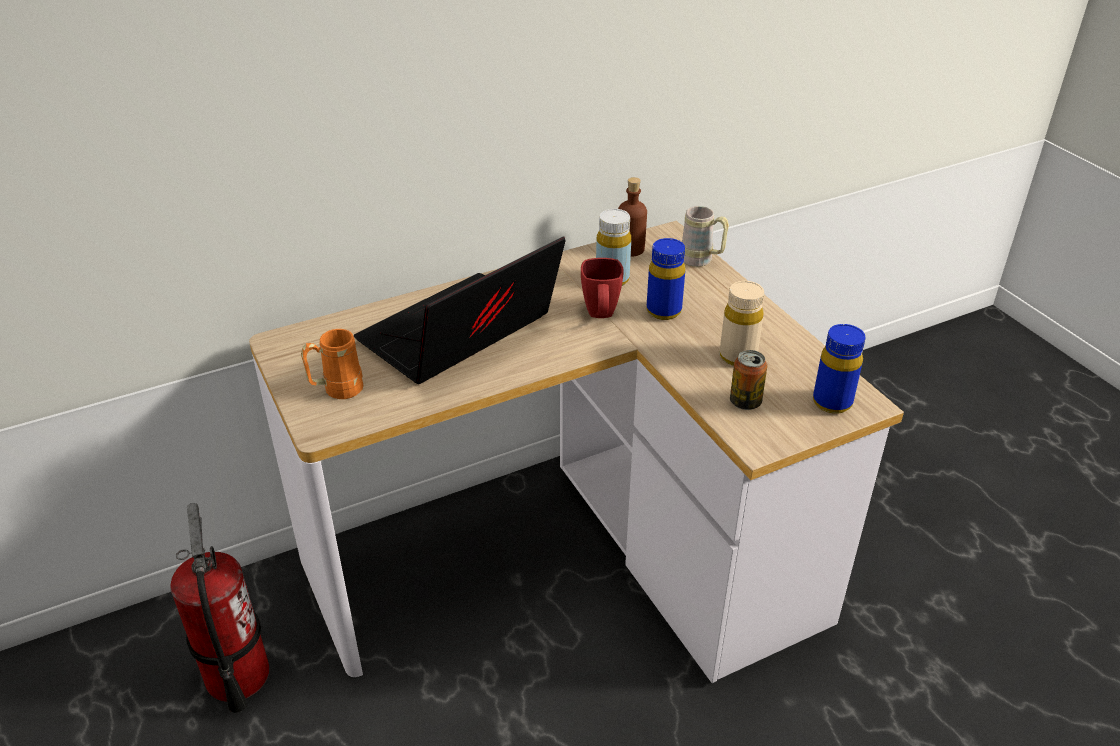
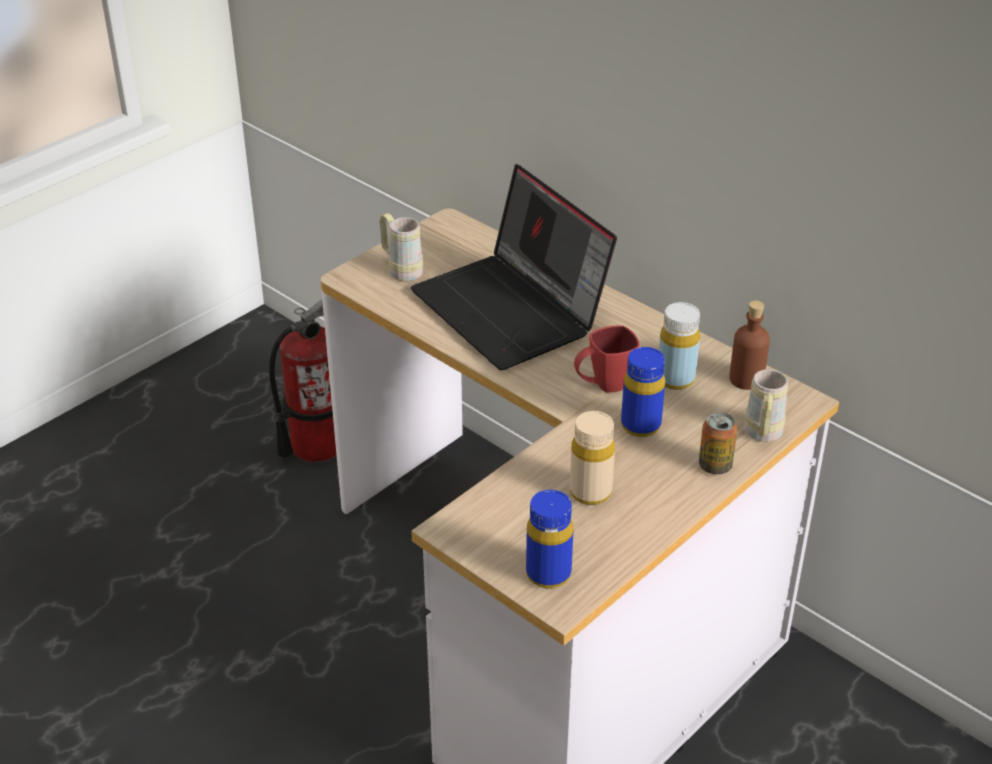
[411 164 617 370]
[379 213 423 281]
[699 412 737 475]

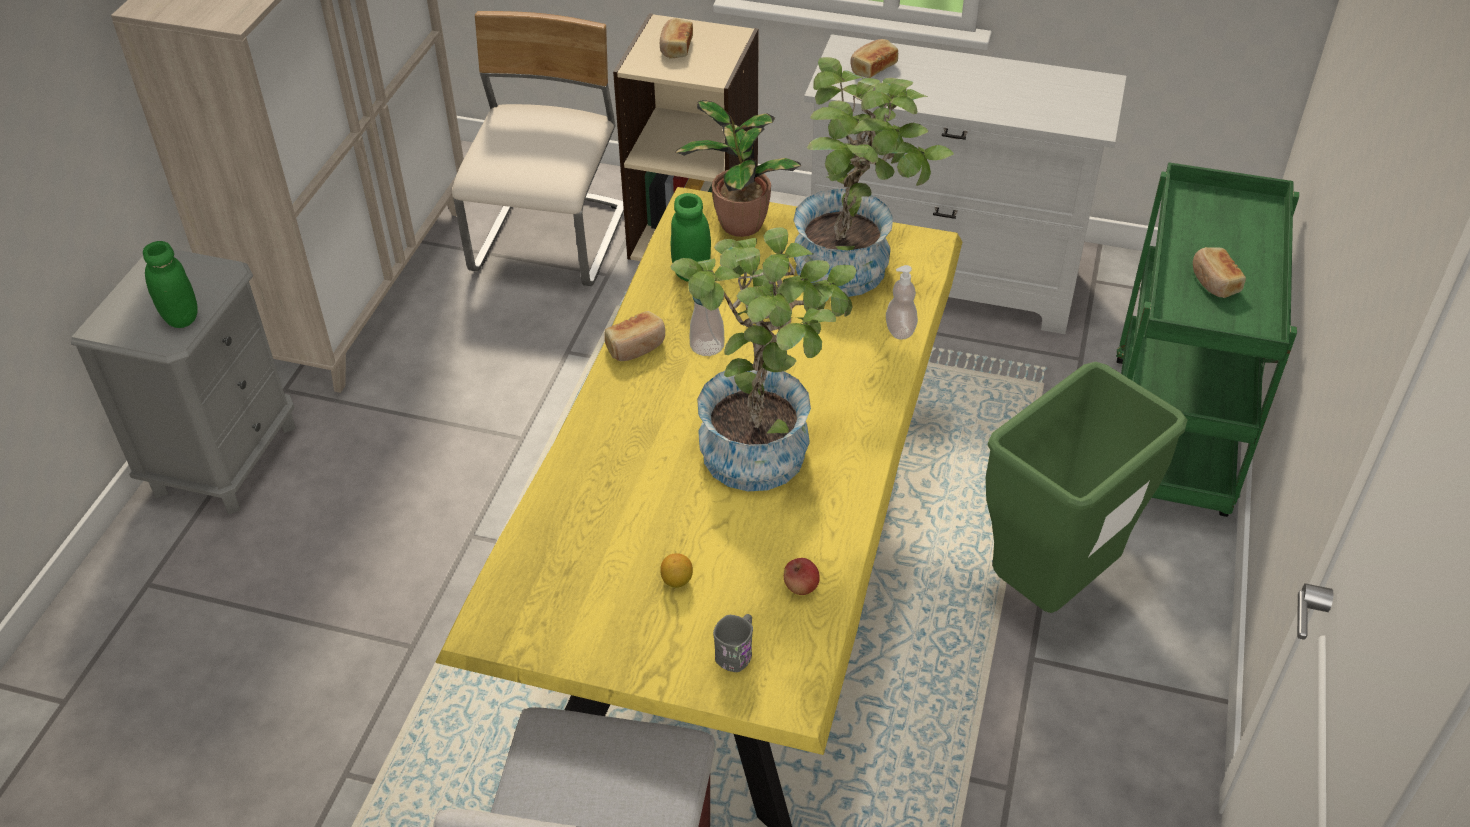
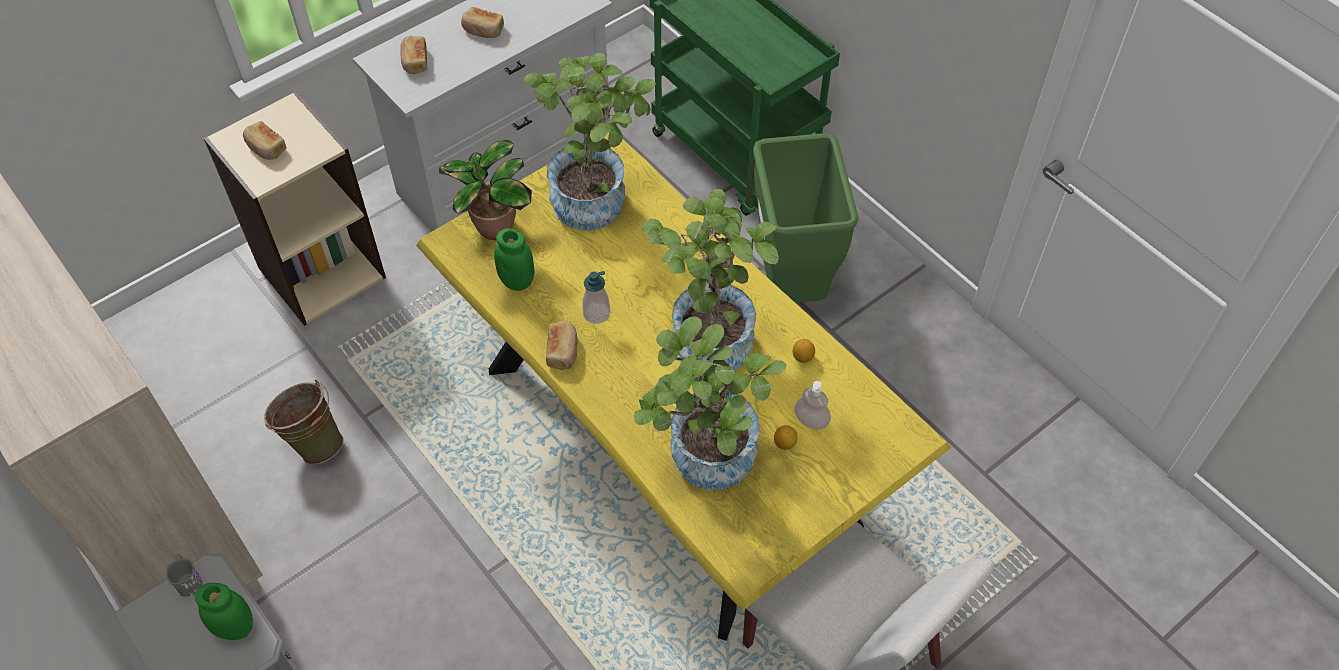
[452 11 624 286] (first image)
[461 7 504 38]
[794 381 831 429]
[784 558 820 595] (first image)
[166 555 202 597]
[634 316 787 490]
[793 339 815 363]
[264 380 344 465]

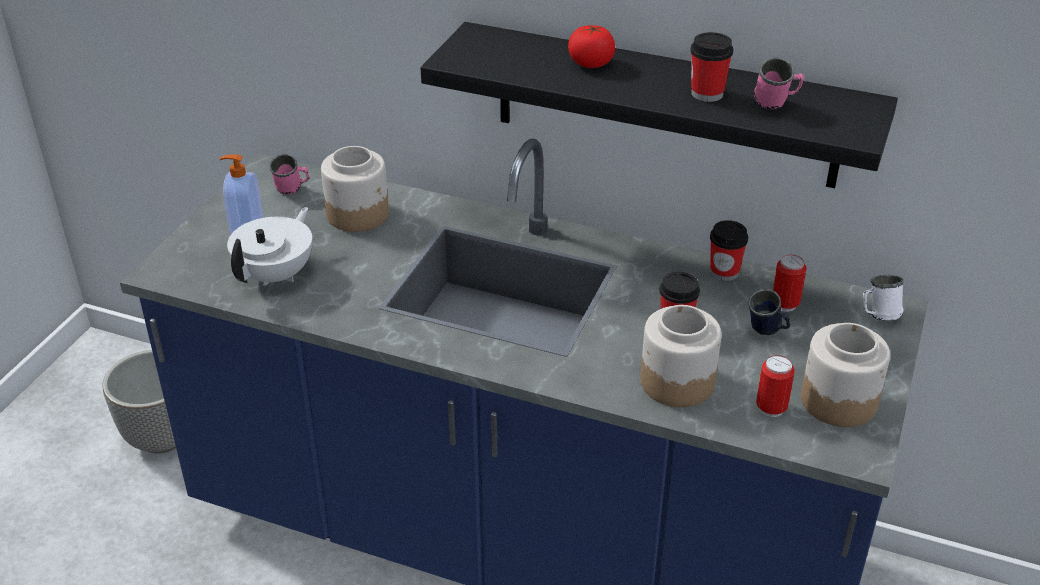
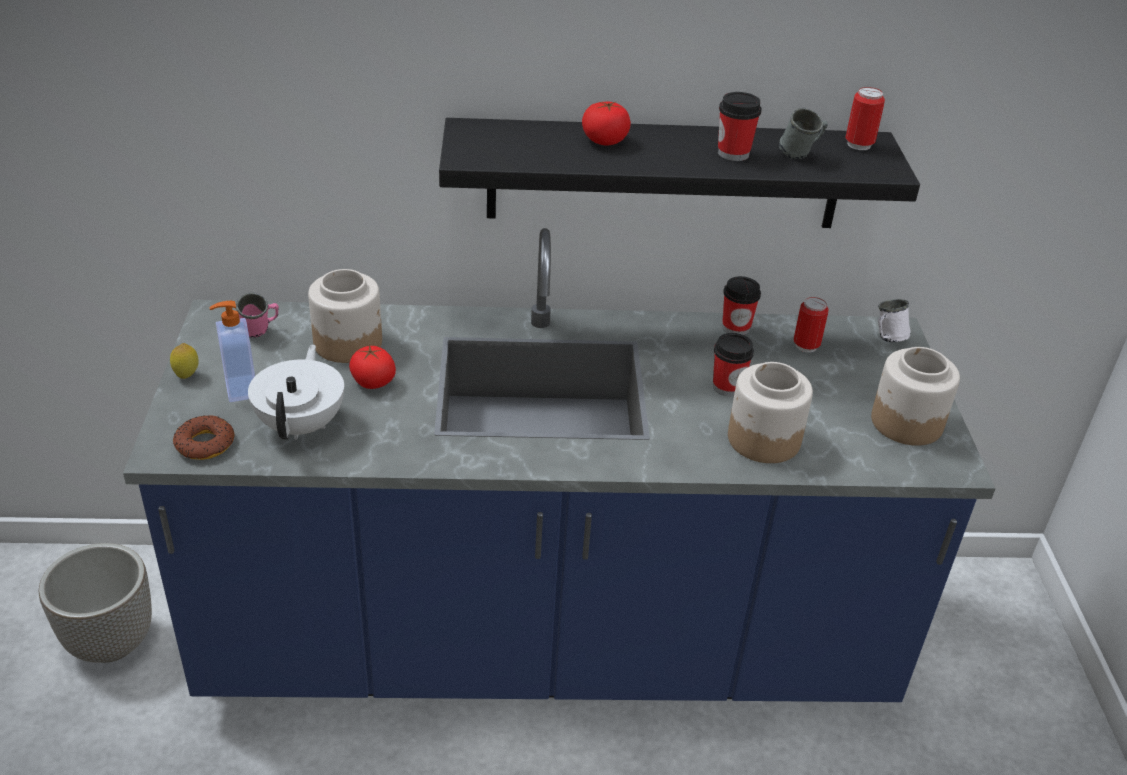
[779 108 828 159]
[748 289 790 335] (first image)
[845 87 885 150]
[170 343 199 379]
[349 344 396 389]
[173 415 235 460]

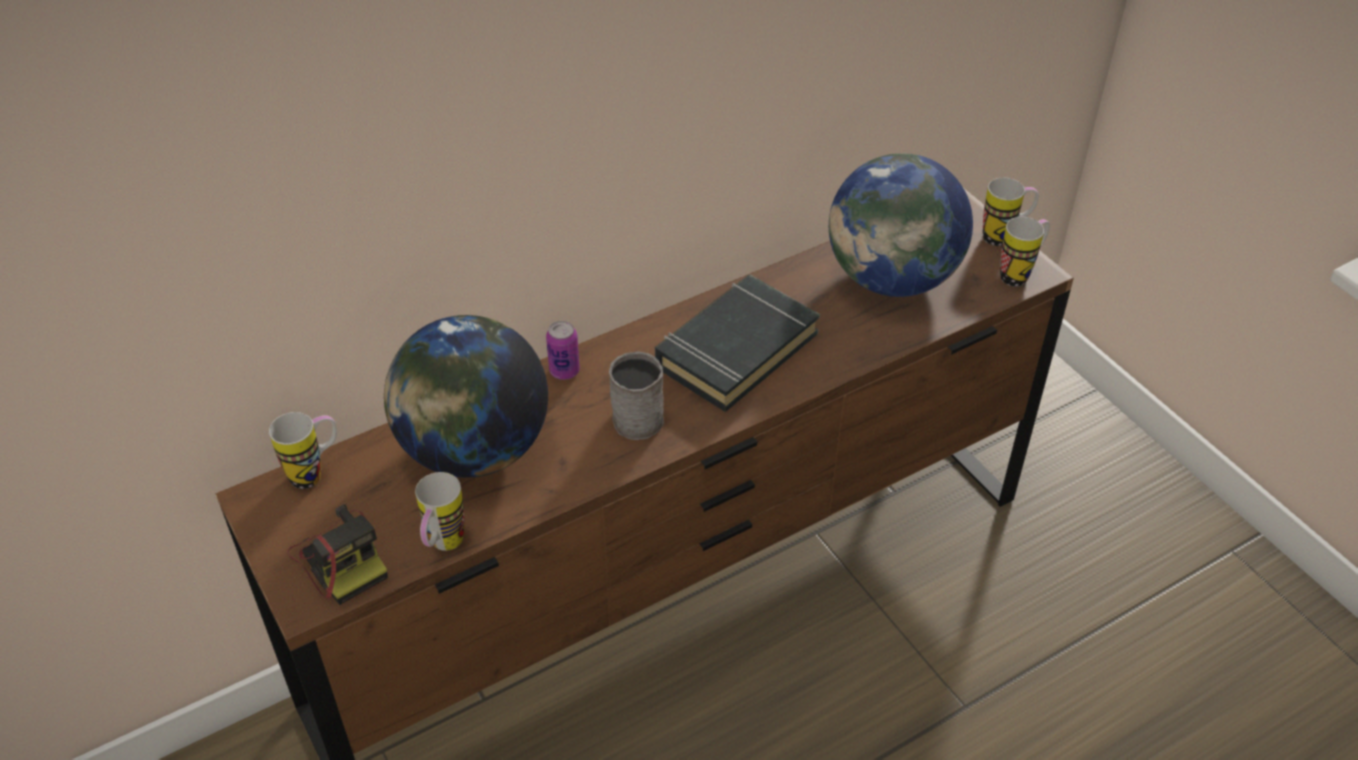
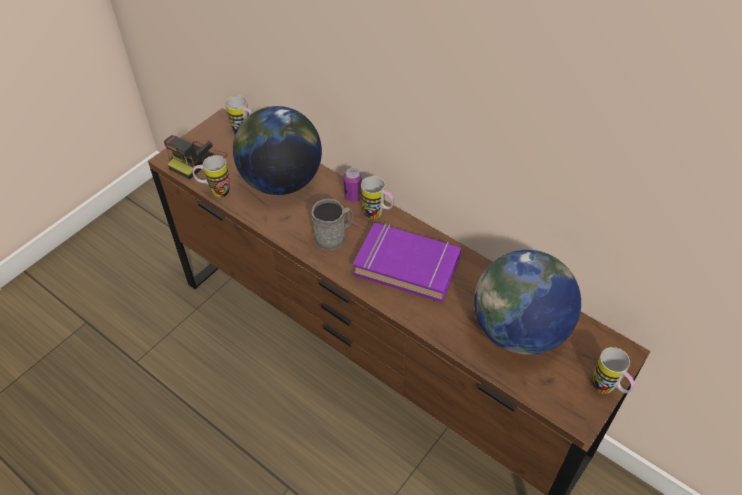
[361 176 394 219]
[353 223 461 303]

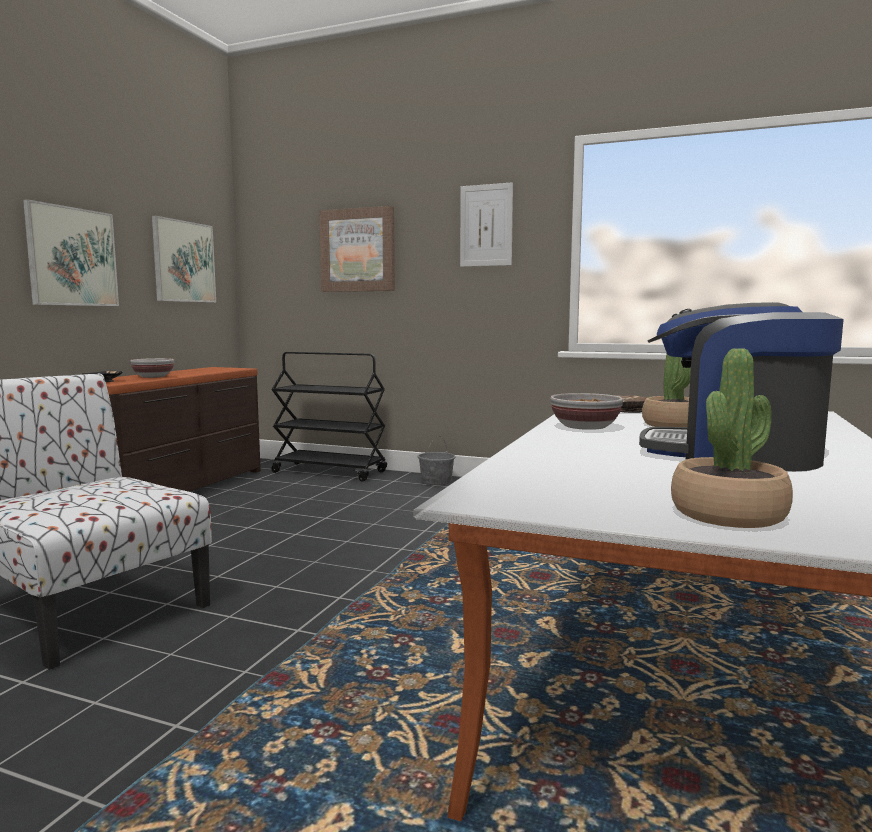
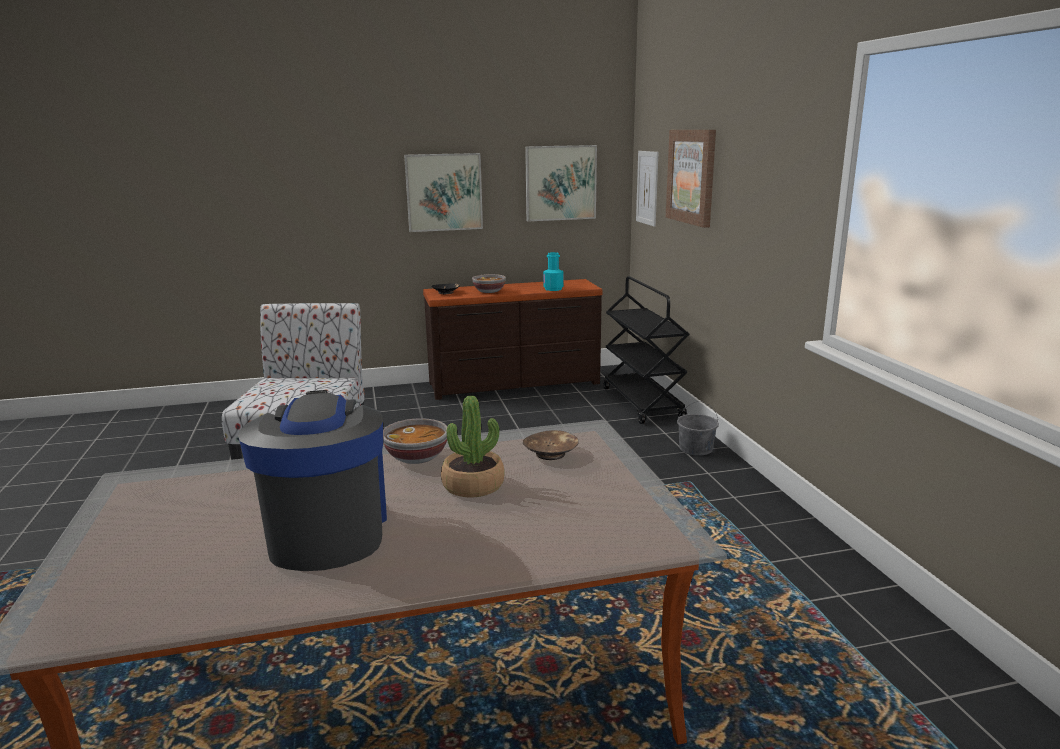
[636 151 659 227]
[671 348 793 528] (first image)
[543 252 564 291]

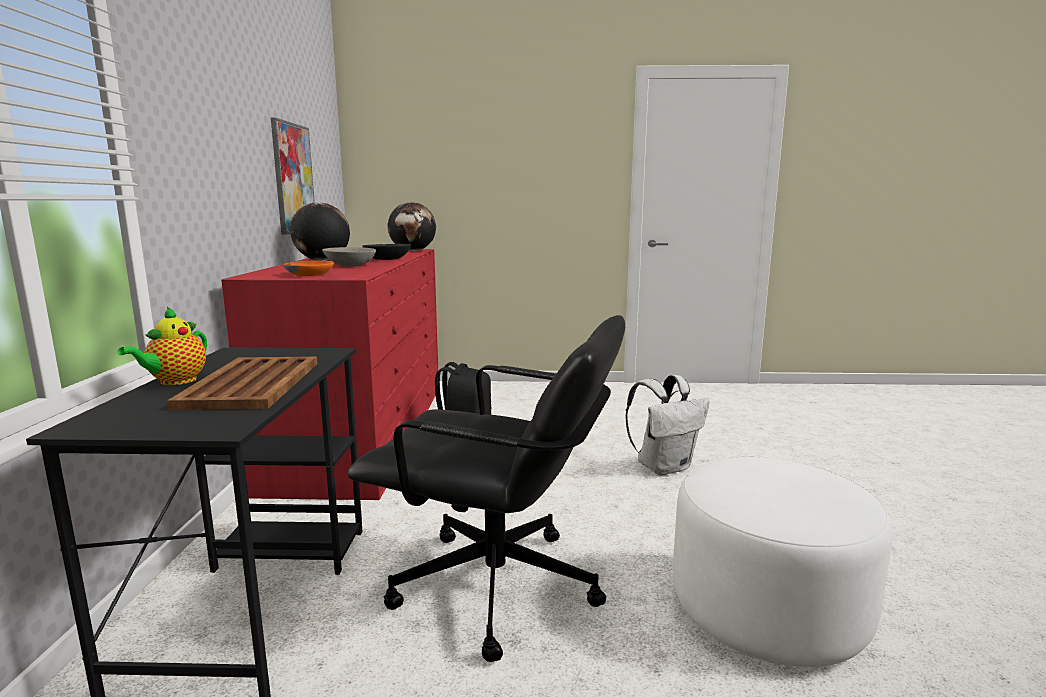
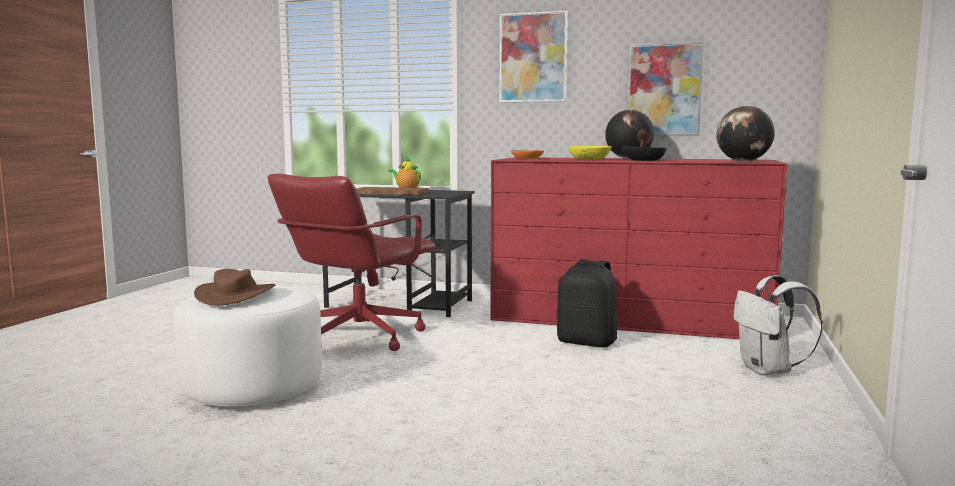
[568 146 612 160]
[268 173 435 351]
[734 275 823 375]
[499 11 568 102]
[194 269 275 306]

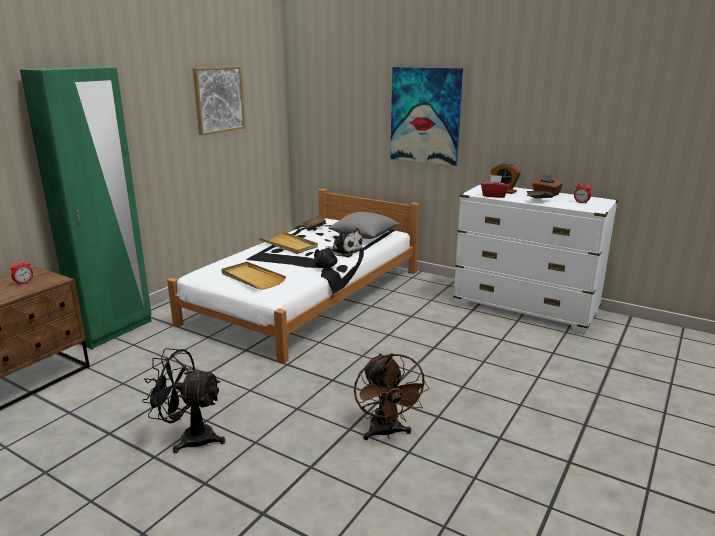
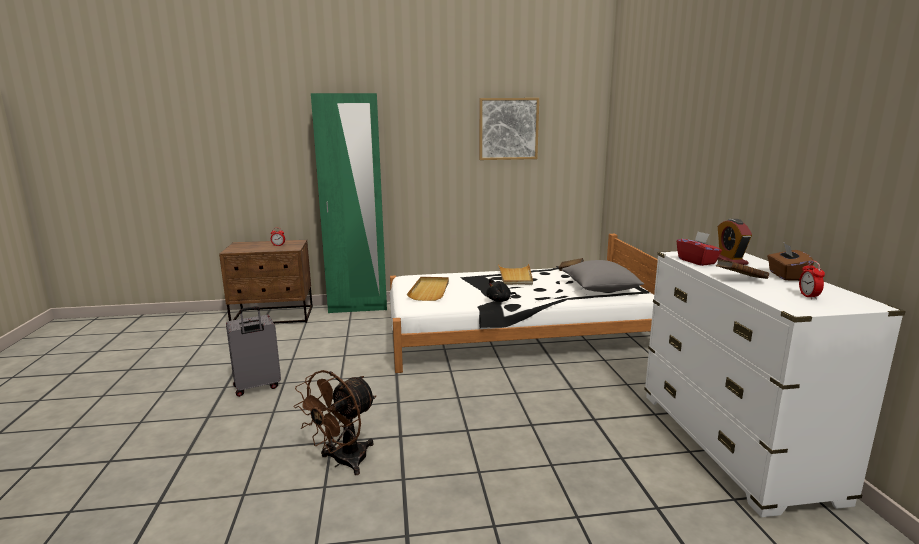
[390 67 463 166] (first image)
[326 228 364 257] (first image)
[226 306 281 397]

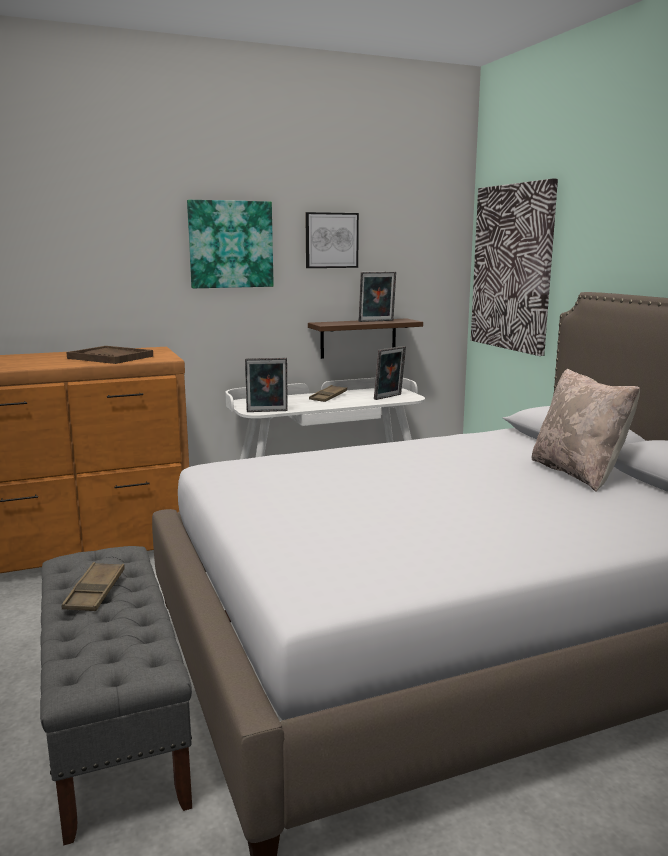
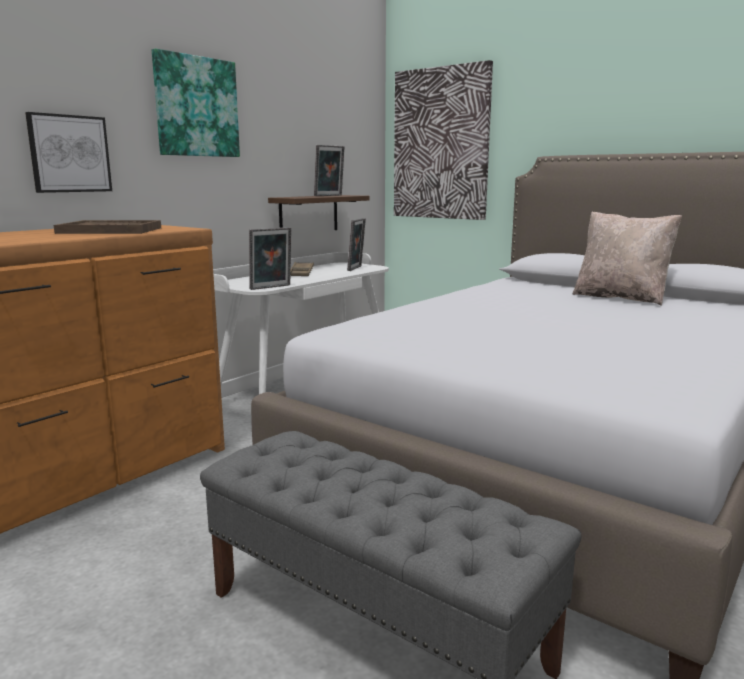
[25 112 112 193]
[62 562 125 611] (first image)

